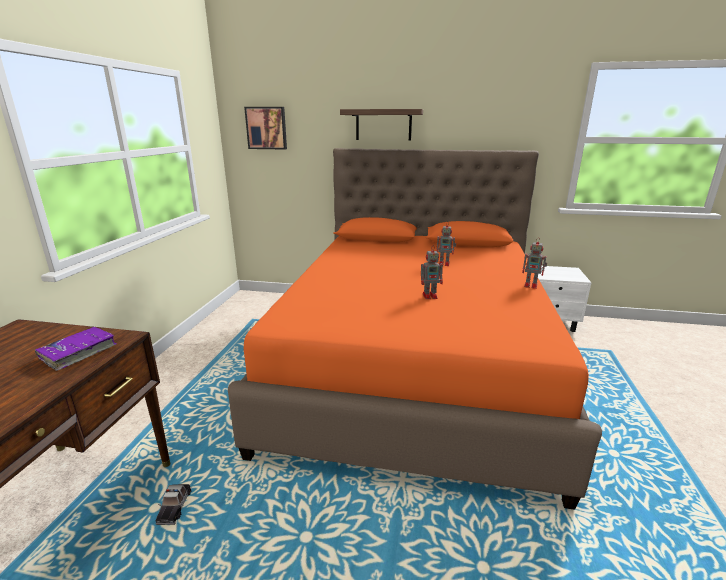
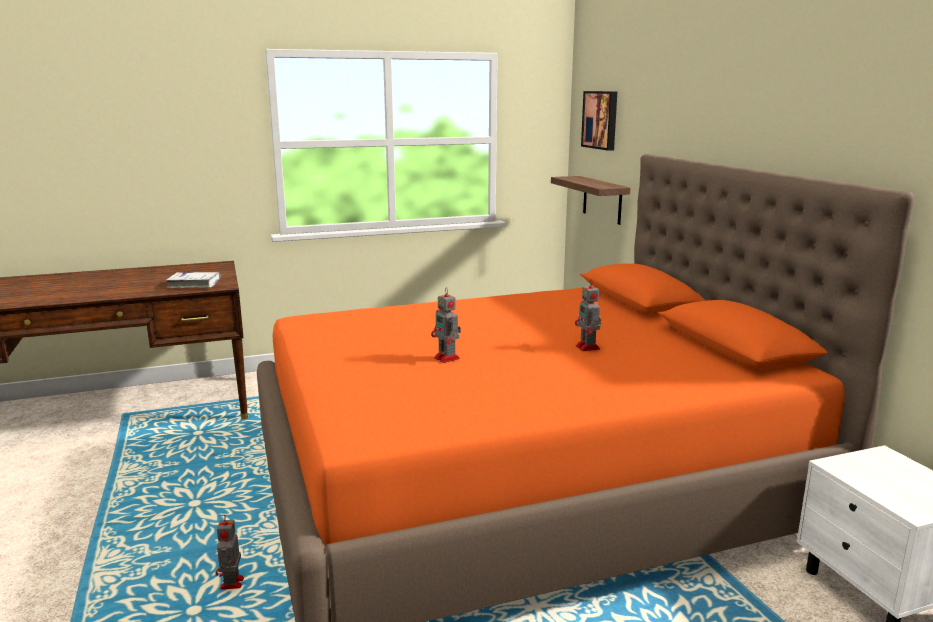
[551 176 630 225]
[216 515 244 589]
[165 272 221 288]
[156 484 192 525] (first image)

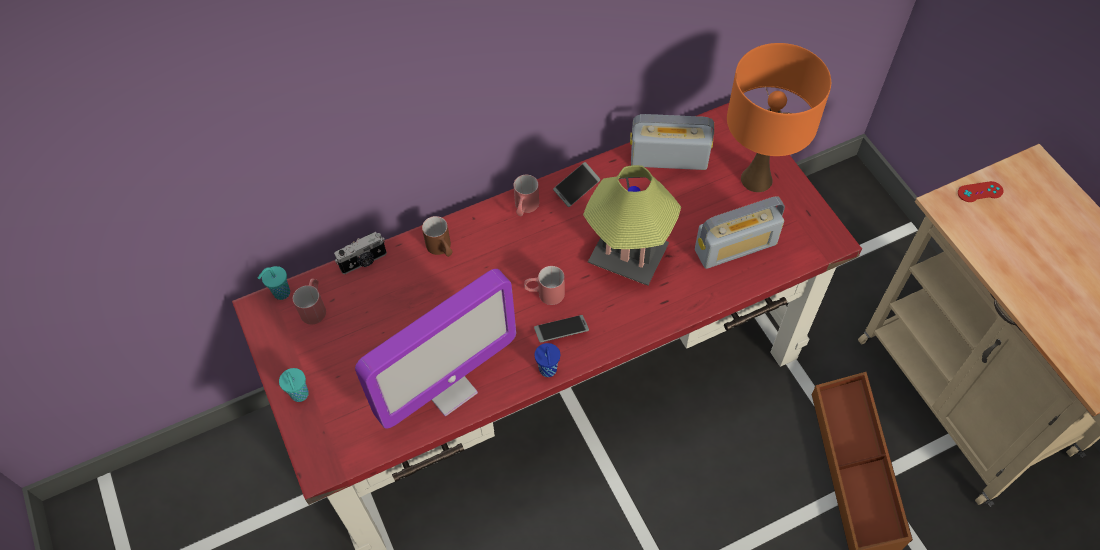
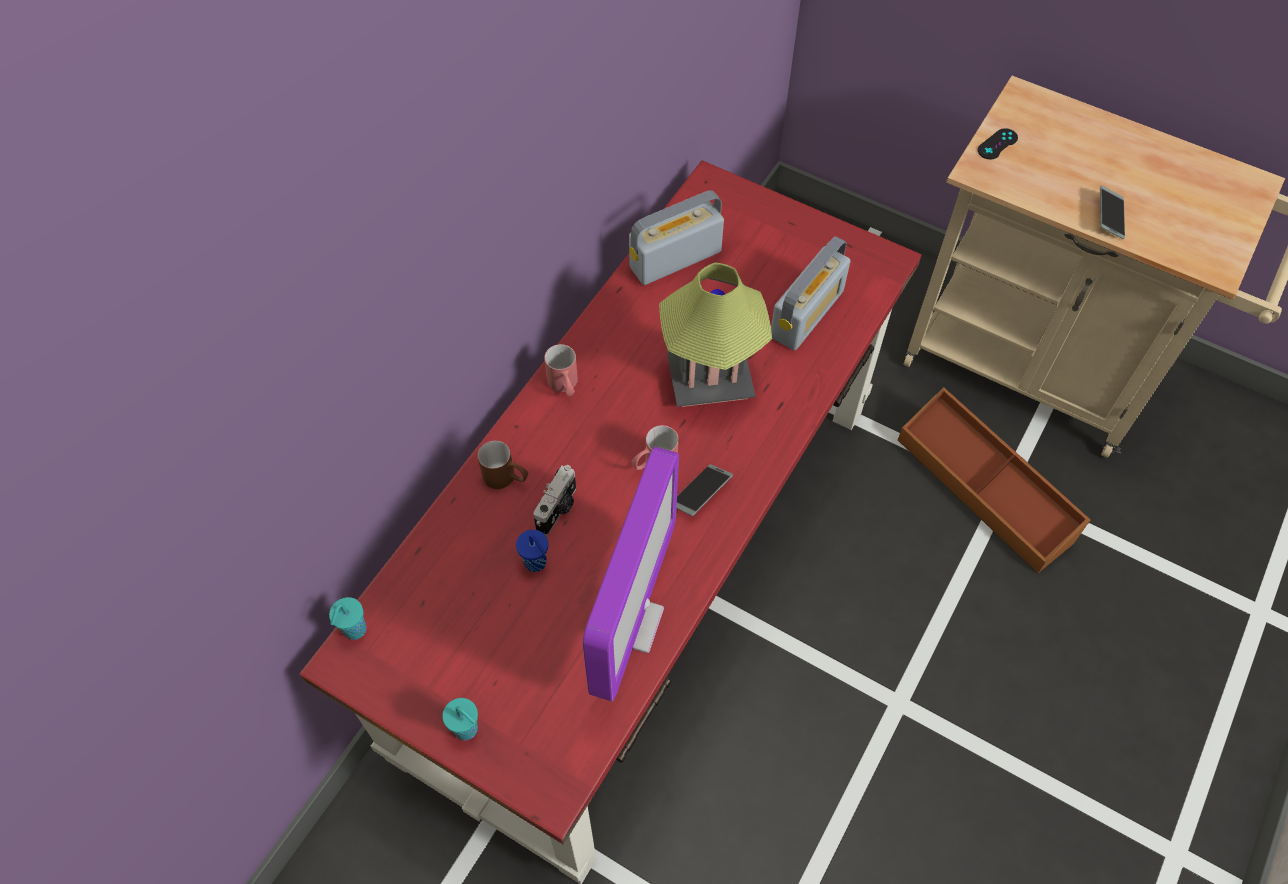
[727 43 831 192] (first image)
[1100 185 1125 239]
[978 128 1018 159]
[533 465 576 536]
[293 279 326 325] (first image)
[516 530 548 572]

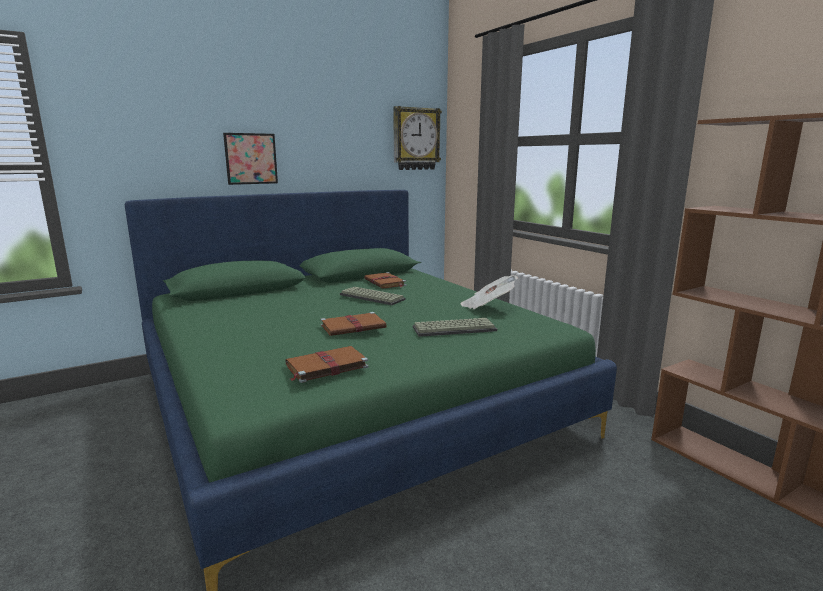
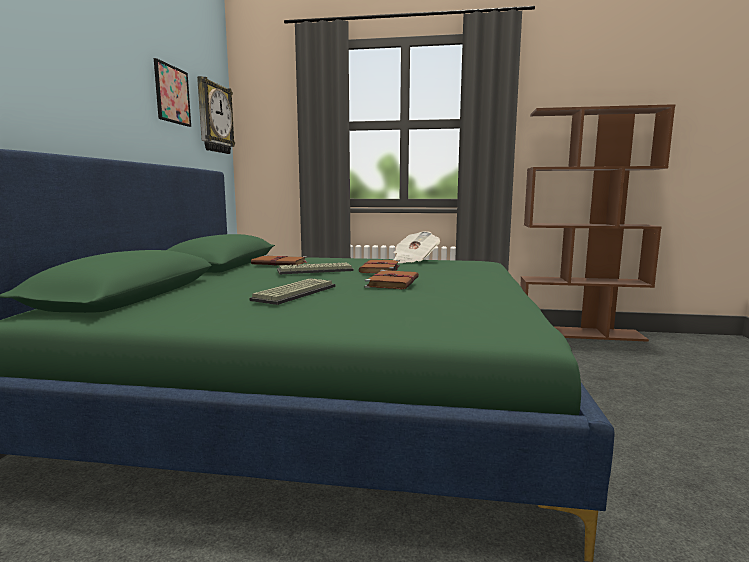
[154 58 191 127]
[250 278 336 305]
[358 260 400 273]

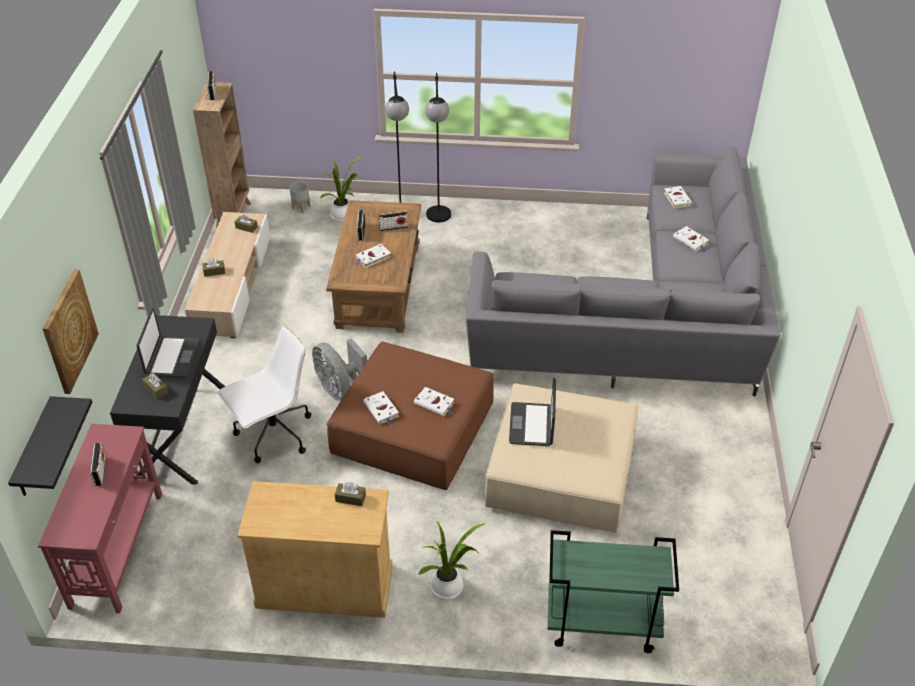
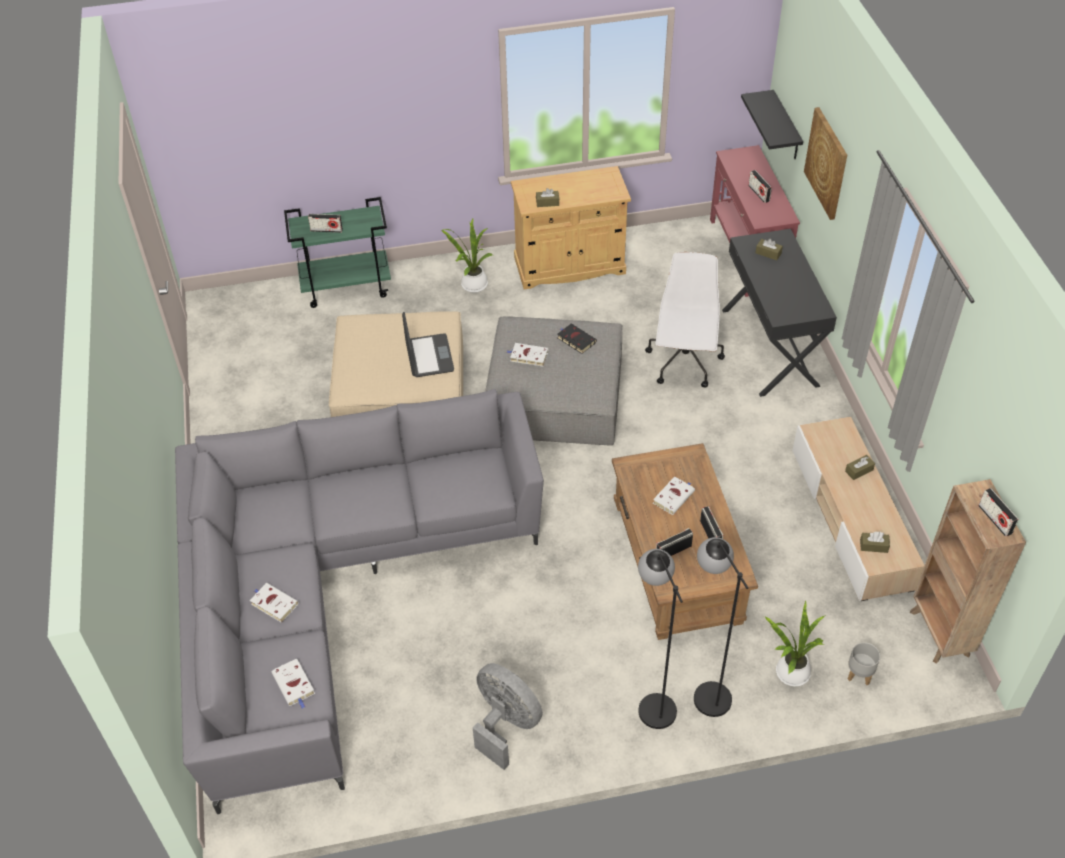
[137 308 199 378] (first image)
[645 252 725 388]
[473 663 543 770]
[486 317 623 446]
[557 323 597 354]
[308 214 343 233]

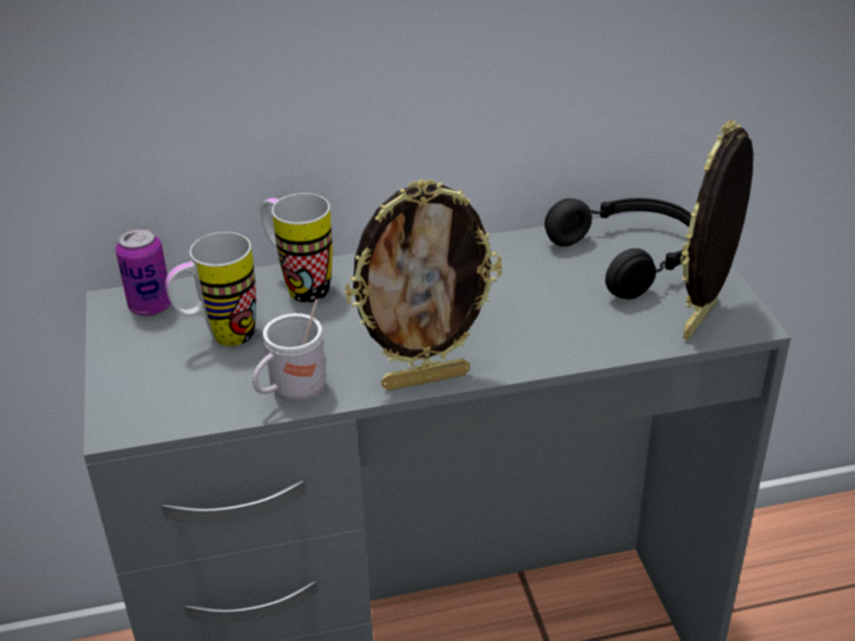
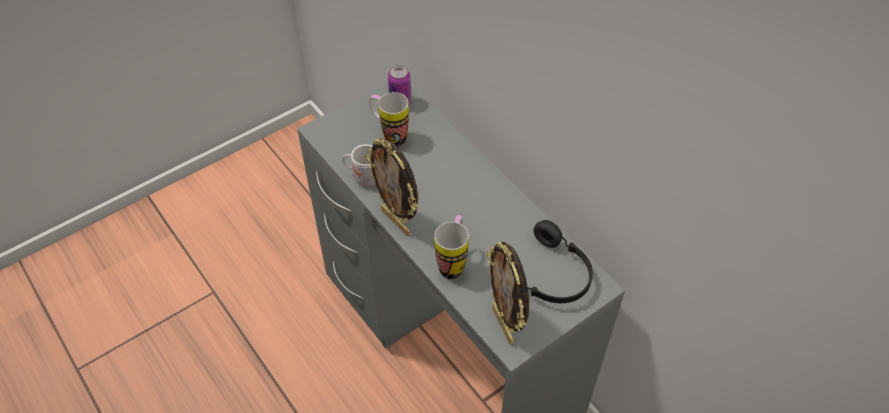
[487 241 529 345]
[434 215 469 279]

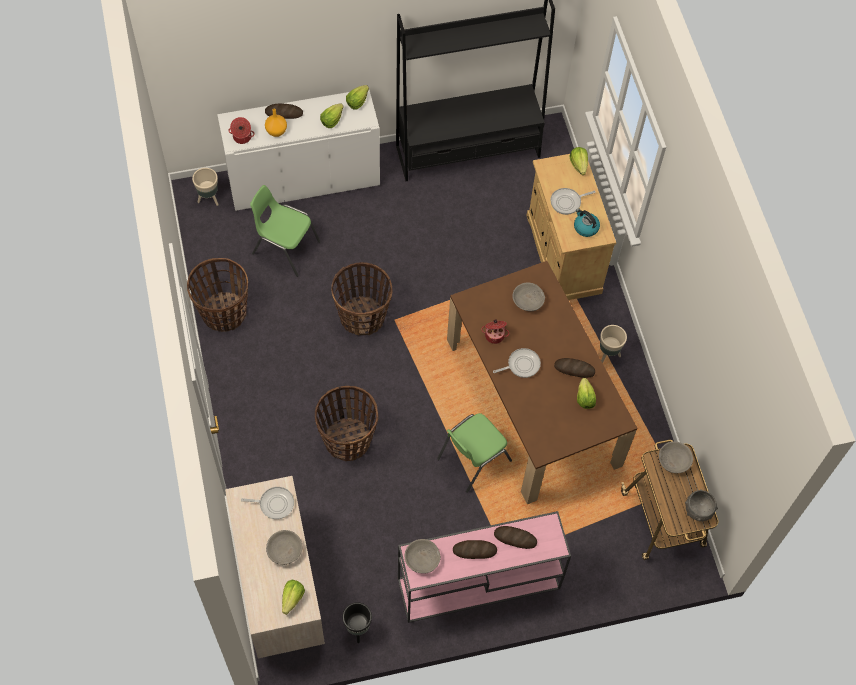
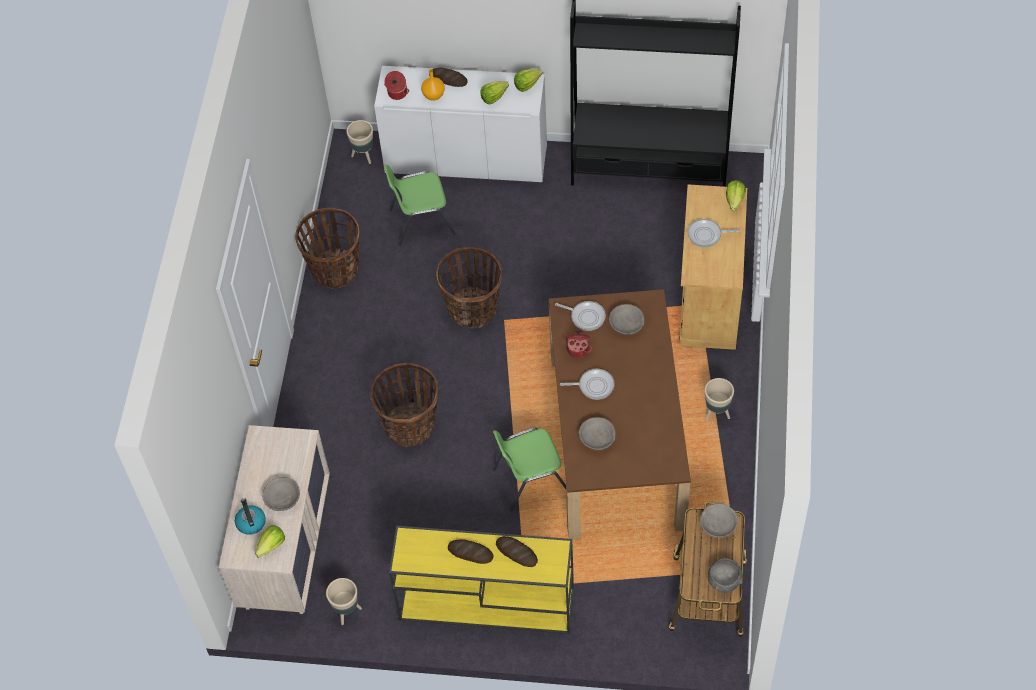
[384 164 456 246]
[235 498 266 535]
[554 358 595 378] (first image)
[577 378 596 409] (first image)
[555 301 606 331]
[389 526 574 634]
[579 417 616 450]
[326 578 362 625]

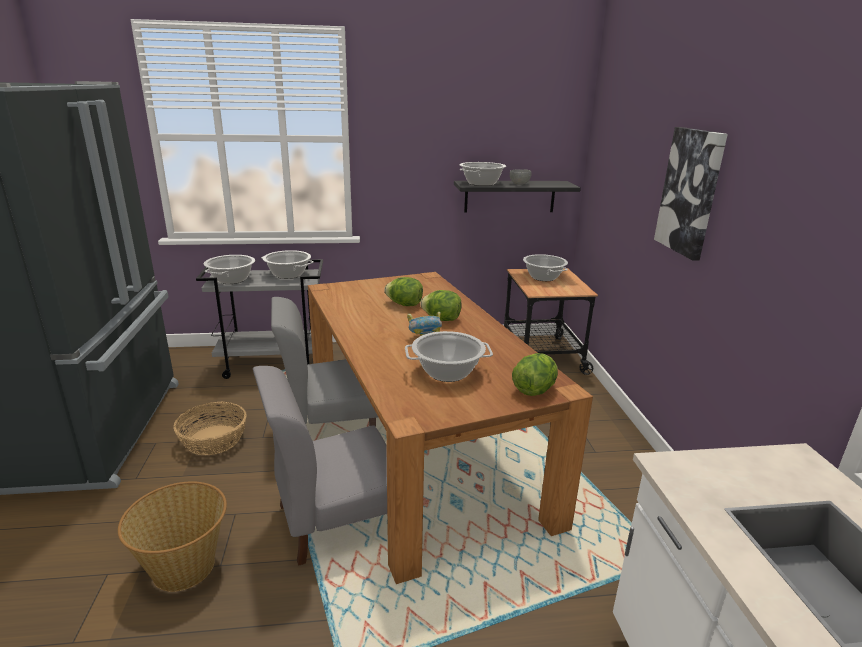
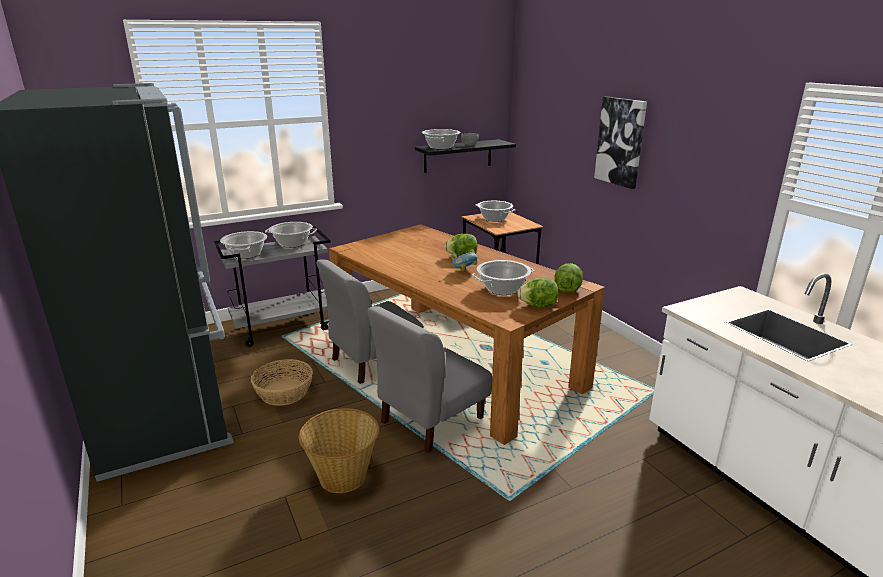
[517 278 558 308]

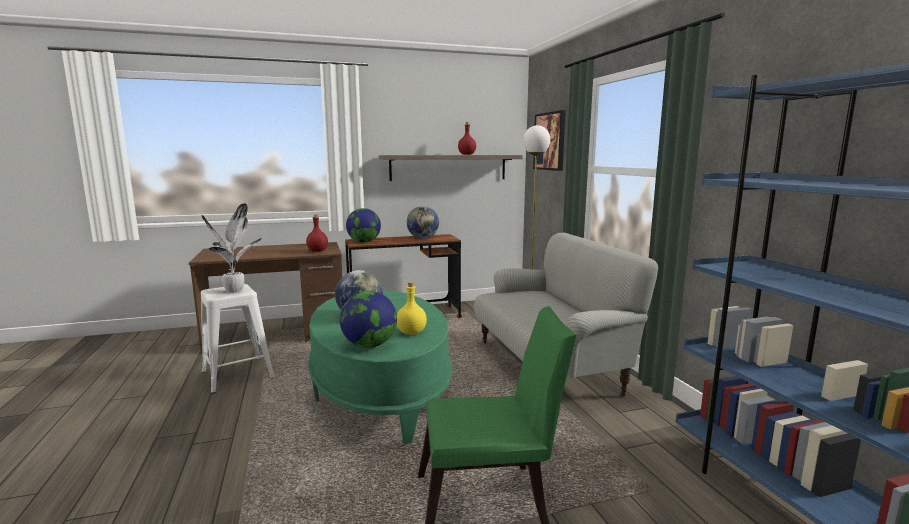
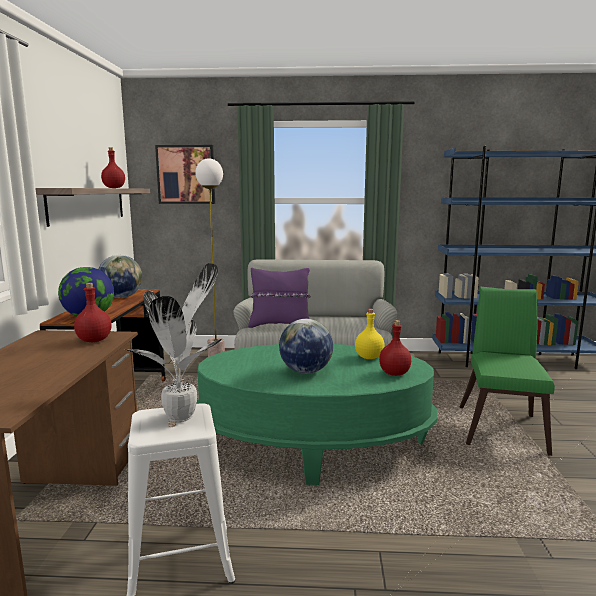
[379 320 411 376]
[248 267 311 328]

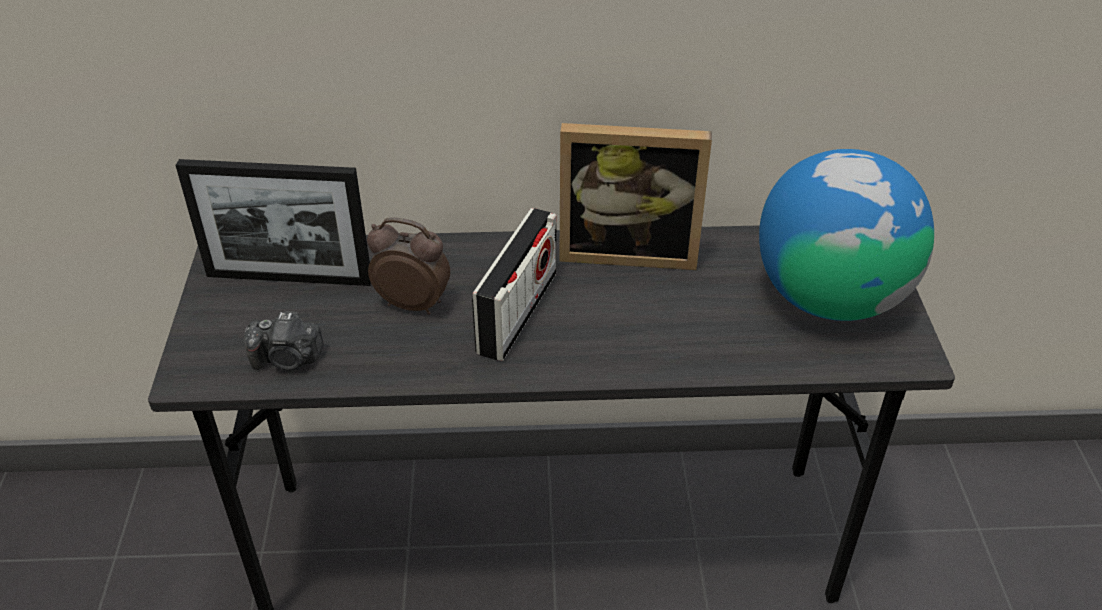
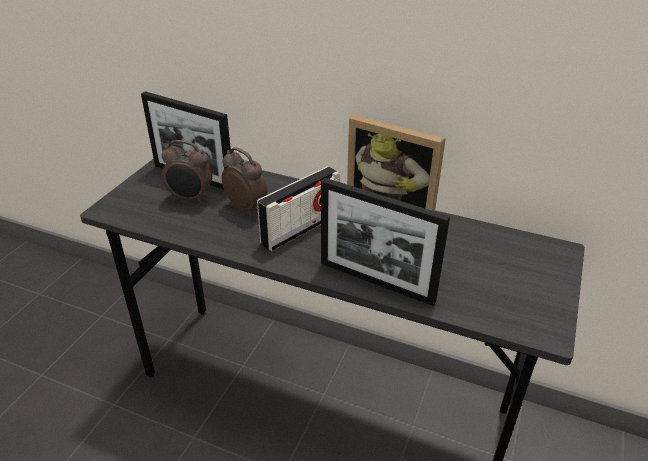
[759 149 934 321] (first image)
[244 311 324 370] (first image)
[162 140 212 203]
[321 178 450 306]

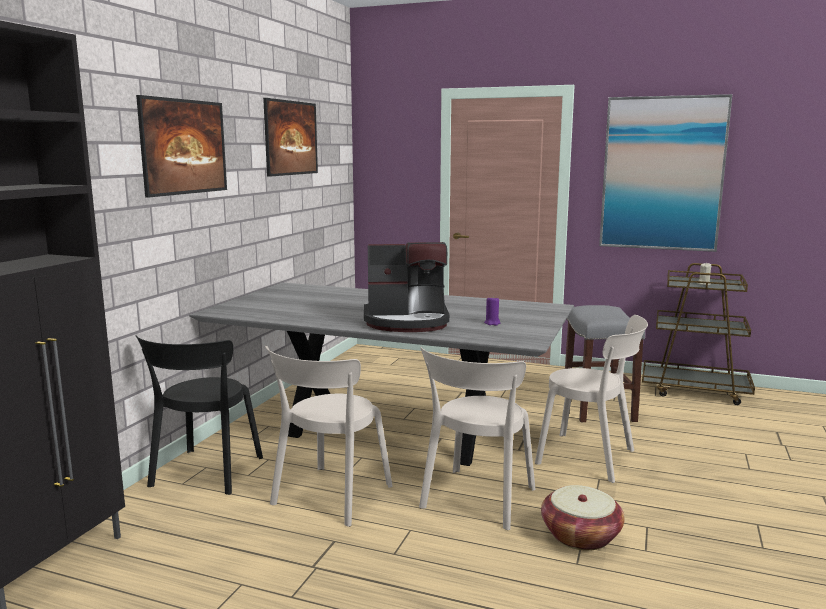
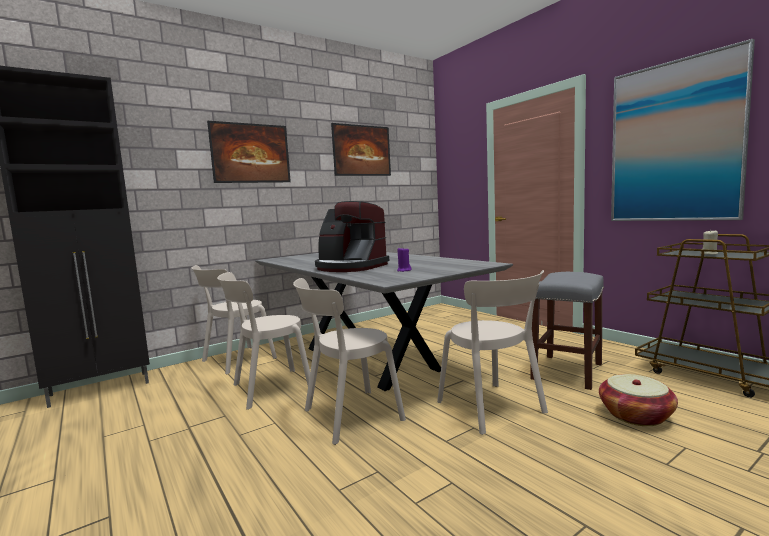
[191 265 277 374]
[599 374 678 426]

